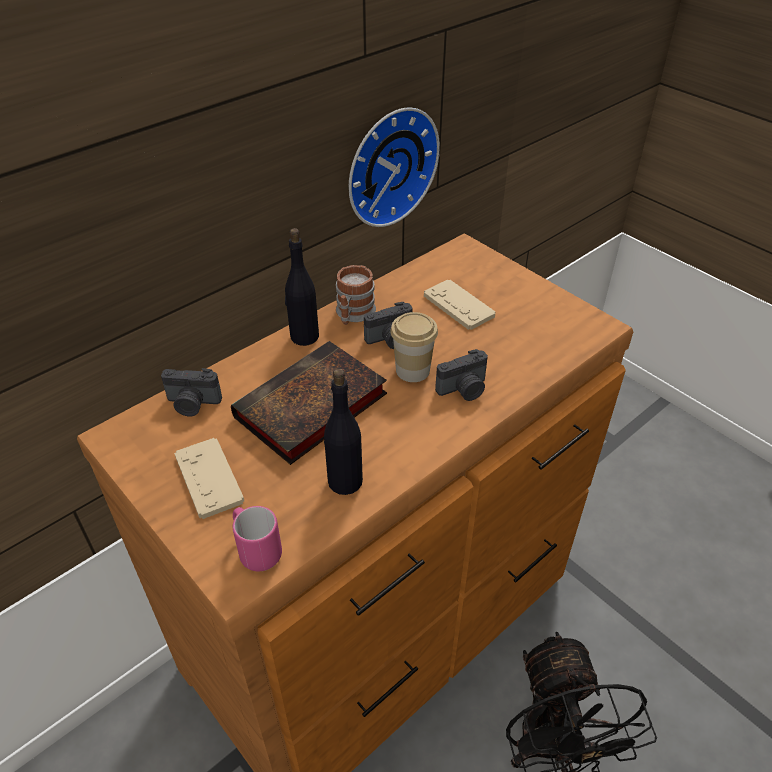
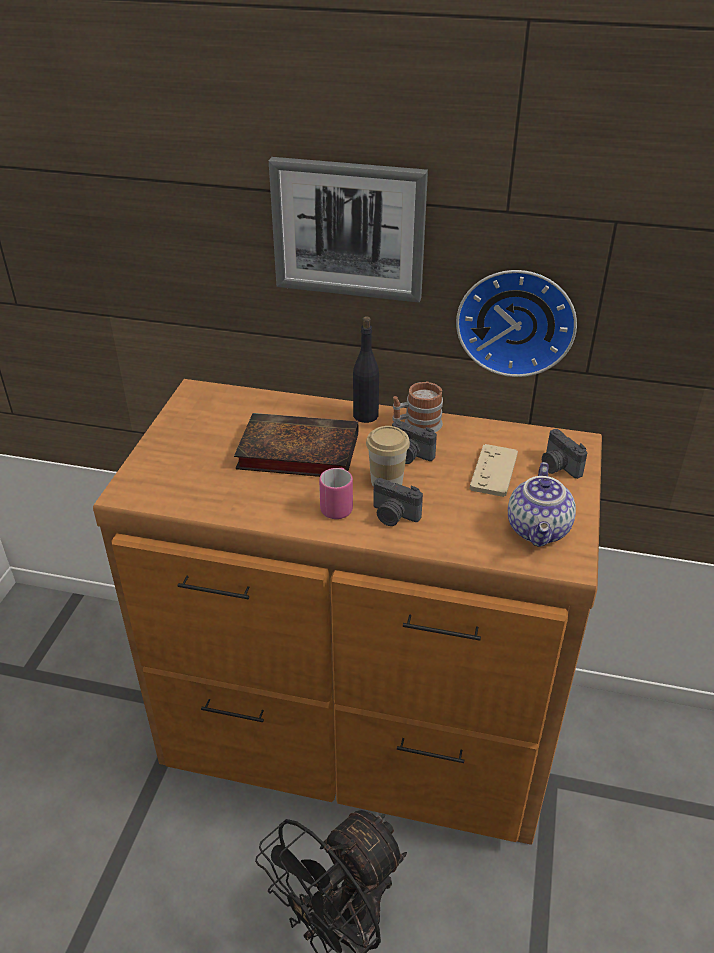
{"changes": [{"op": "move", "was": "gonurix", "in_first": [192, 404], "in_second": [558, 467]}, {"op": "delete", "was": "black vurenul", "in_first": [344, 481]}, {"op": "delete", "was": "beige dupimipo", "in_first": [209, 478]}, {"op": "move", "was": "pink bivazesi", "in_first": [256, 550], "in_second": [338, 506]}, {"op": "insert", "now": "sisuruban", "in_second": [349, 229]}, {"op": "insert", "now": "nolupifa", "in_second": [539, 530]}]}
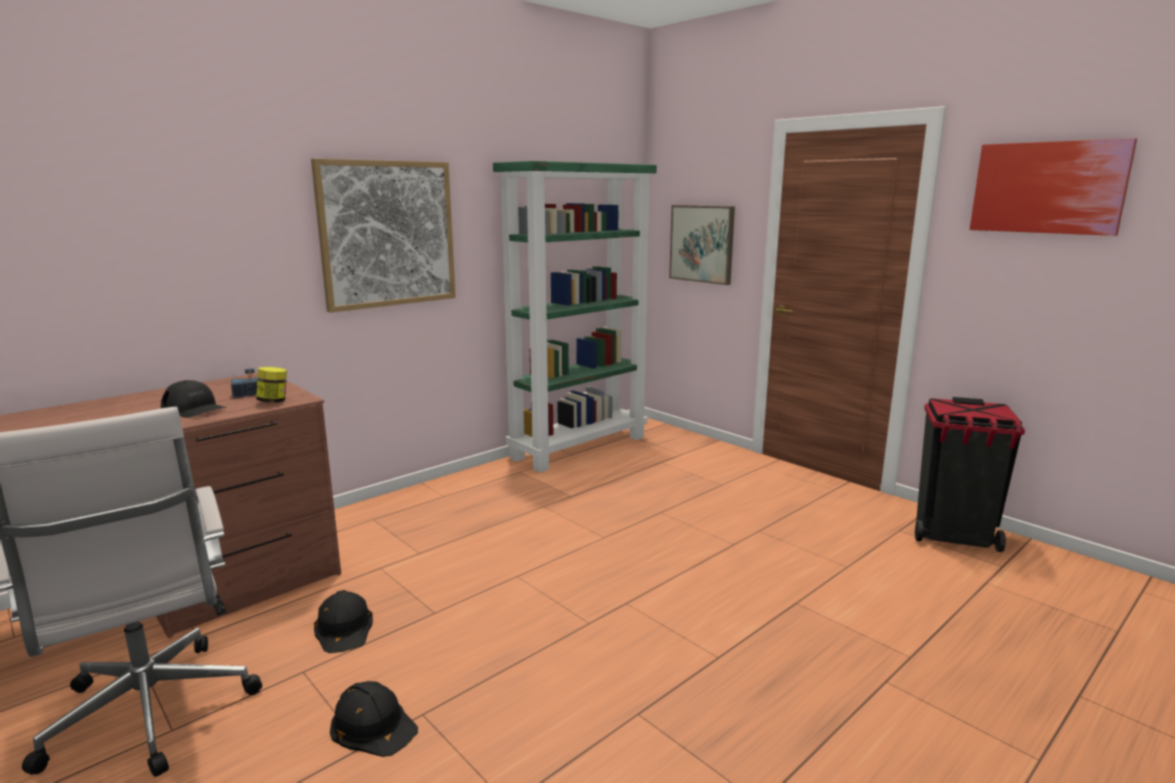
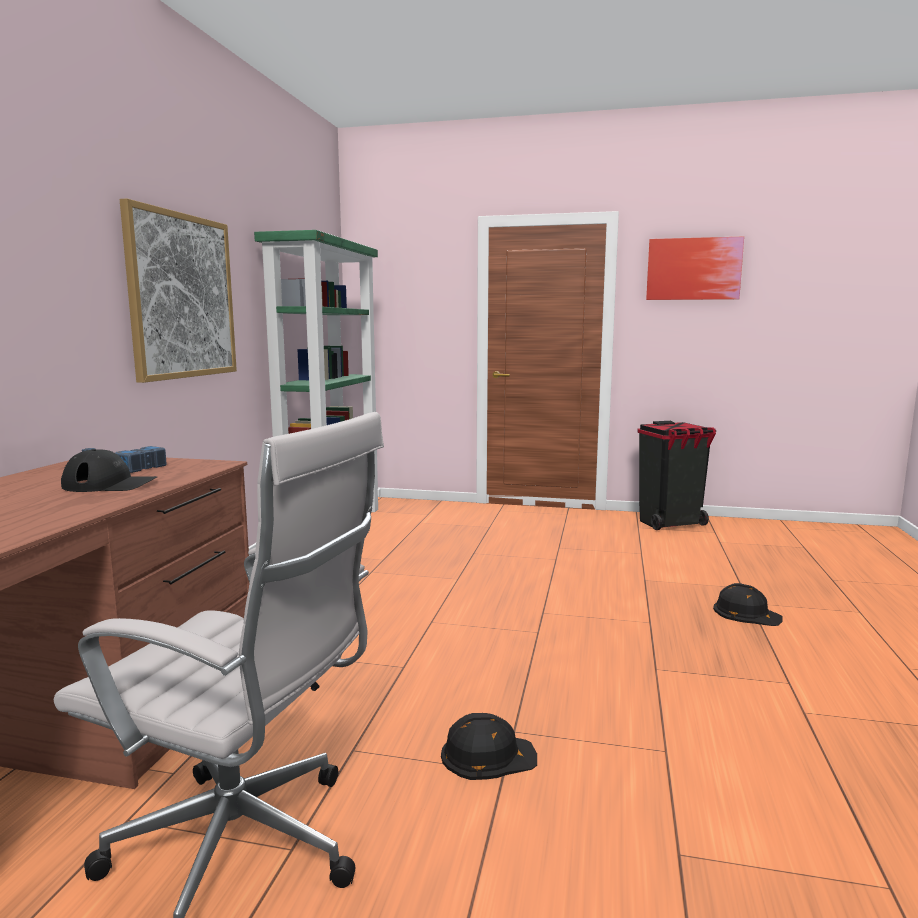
{"changes": [{"op": "delete", "was": "sisuruban", "in_first": [702, 244]}, {"op": "delete", "was": "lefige", "in_first": [273, 401]}, {"op": "move", "was": "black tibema", "in_first": [344, 628], "in_second": [746, 613]}]}
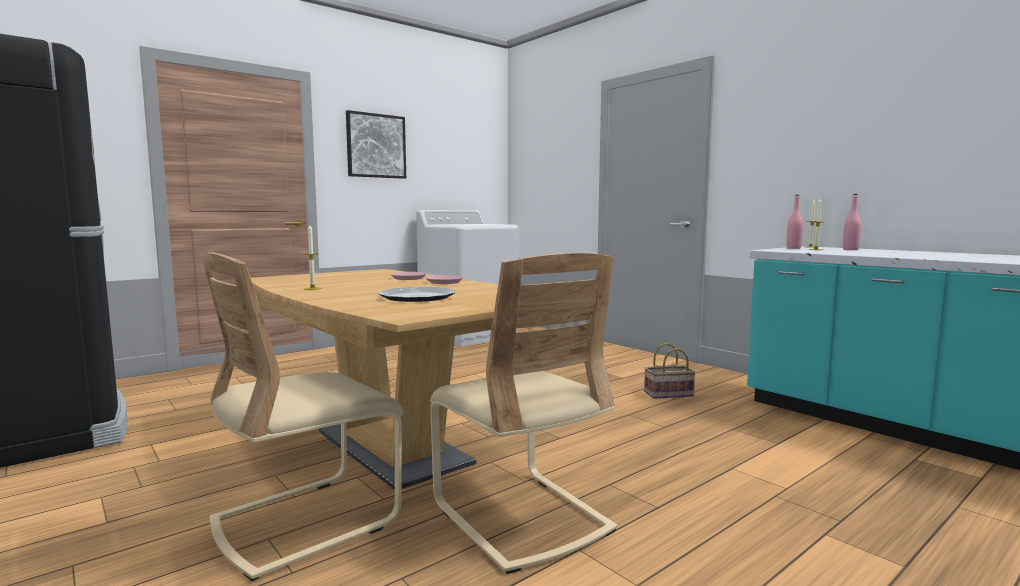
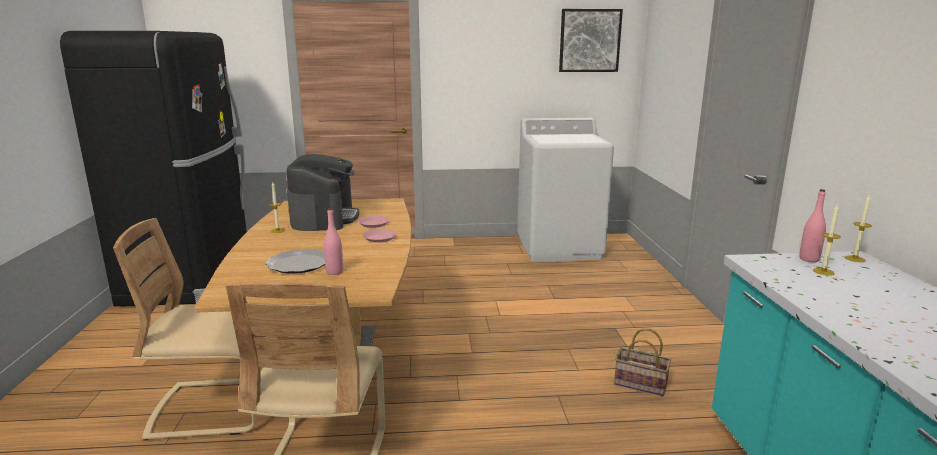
{"changes": [{"op": "move", "was": "sisuruban", "in_first": [376, 146], "in_second": [589, 40]}, {"op": "move", "was": "pink vurenul", "in_first": [850, 250], "in_second": [334, 272]}, {"op": "insert", "now": "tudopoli", "in_second": [324, 218]}]}
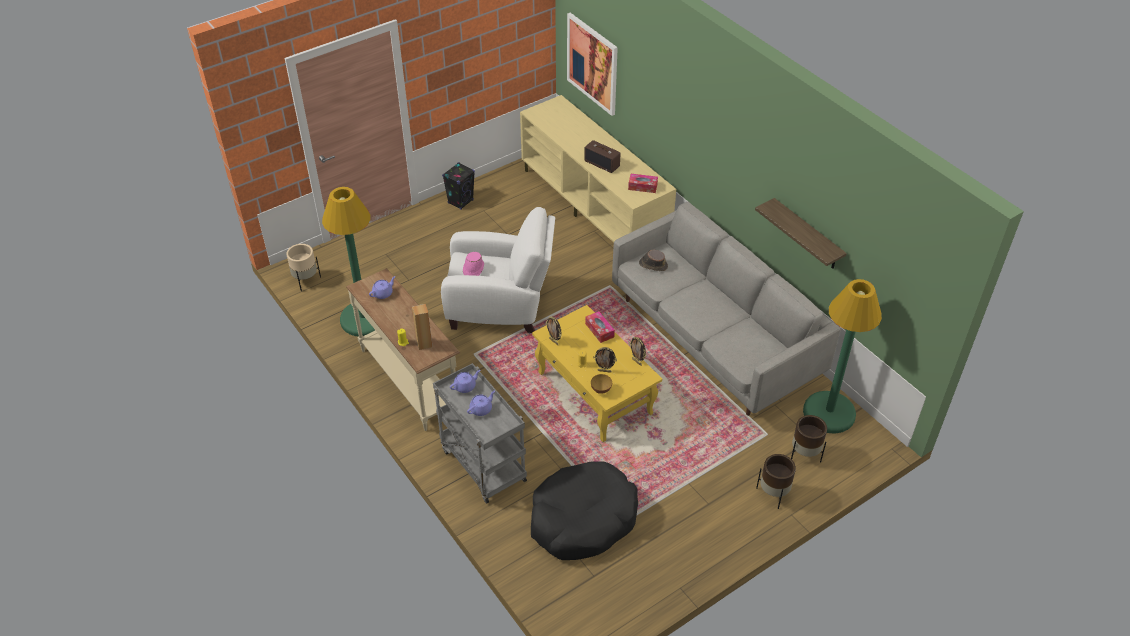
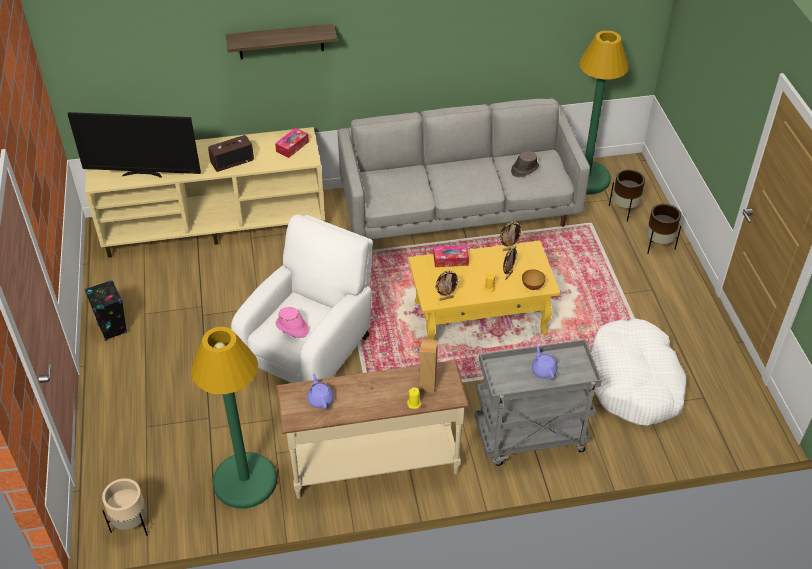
{"changes": [{"op": "delete", "was": "sisuruban", "in_first": [592, 63]}, {"op": "move", "was": "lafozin", "in_first": [807, 235], "in_second": [281, 41]}, {"op": "move", "was": "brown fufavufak", "in_first": [653, 265], "in_second": [524, 169]}, {"op": "delete", "was": "purple nolupifa", "in_first": [465, 386]}, {"op": "recolor", "was": "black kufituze", "now": "white kufituze", "in_first": [582, 519], "in_second": [634, 382]}, {"op": "insert", "now": "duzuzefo", "in_second": [143, 174]}]}
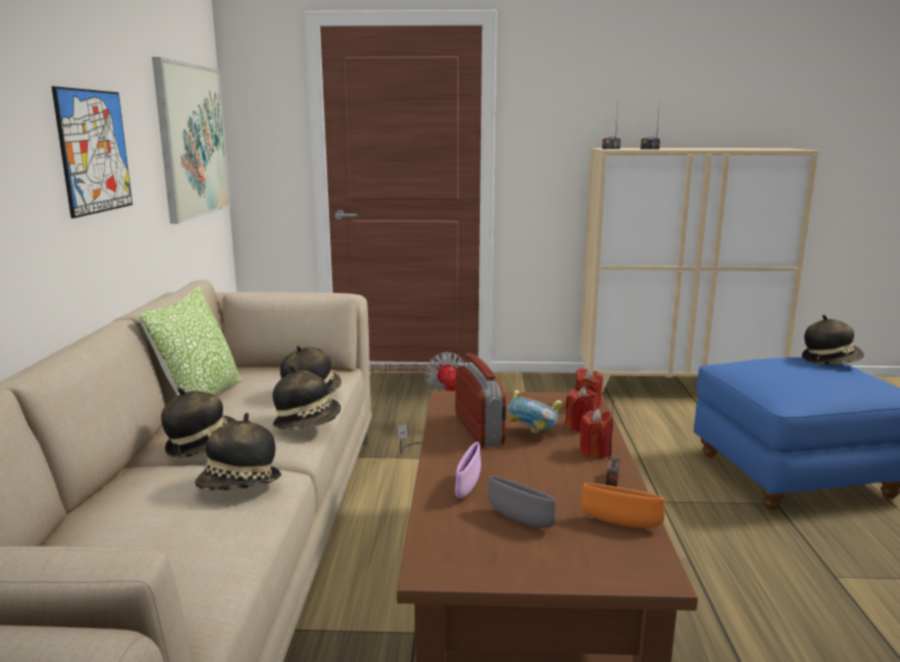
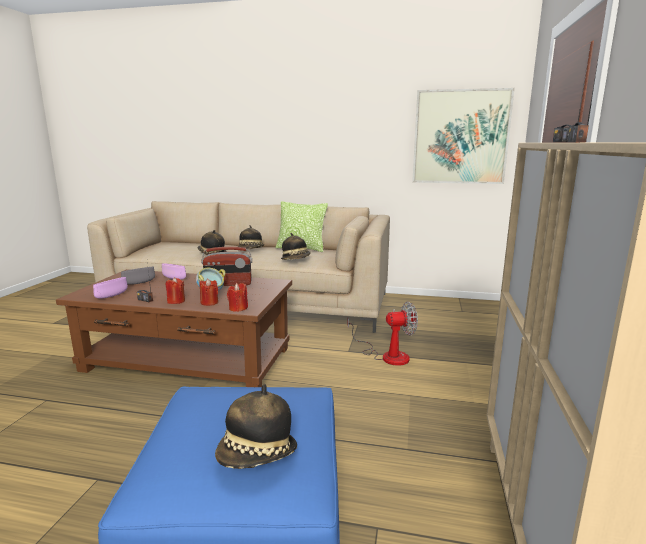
{"changes": [{"op": "delete", "was": "sisuruban", "in_first": [94, 151]}, {"op": "delete", "was": "fufavufak", "in_first": [308, 423]}, {"op": "recolor", "was": "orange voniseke", "now": "purple voniseke", "in_first": [620, 523], "in_second": [112, 296]}]}
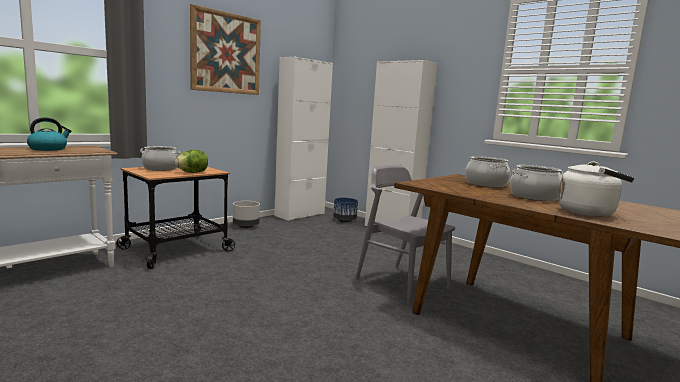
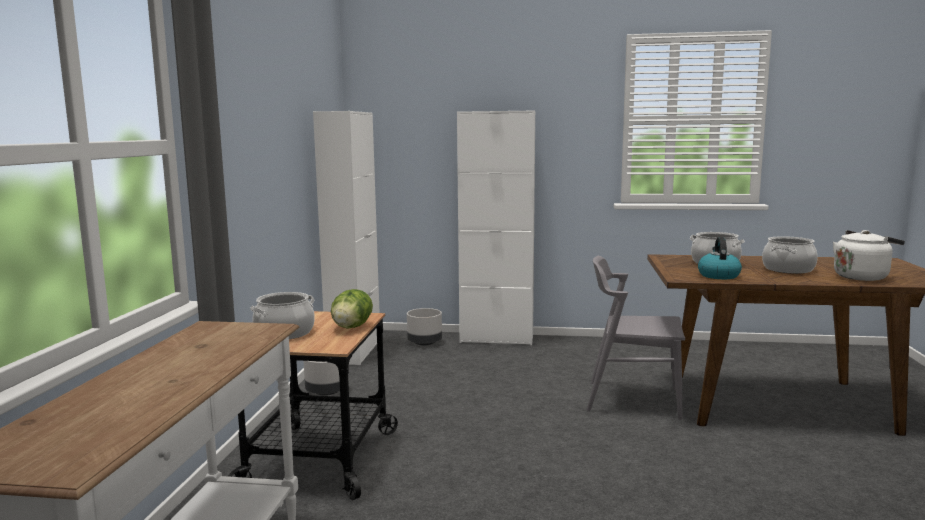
{"changes": [{"op": "delete", "was": "sisuruban", "in_first": [226, 53]}, {"op": "move", "was": "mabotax", "in_first": [48, 149], "in_second": [718, 275]}, {"op": "recolor", "was": "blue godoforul", "now": "grey godoforul", "in_first": [345, 221], "in_second": [425, 343]}]}
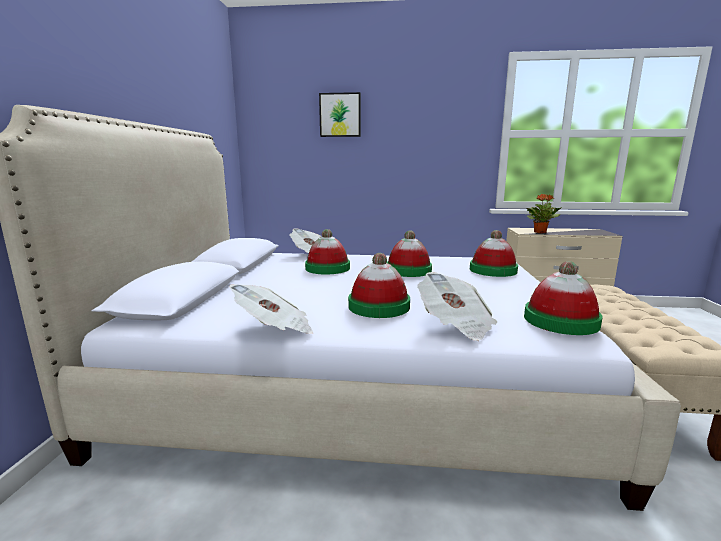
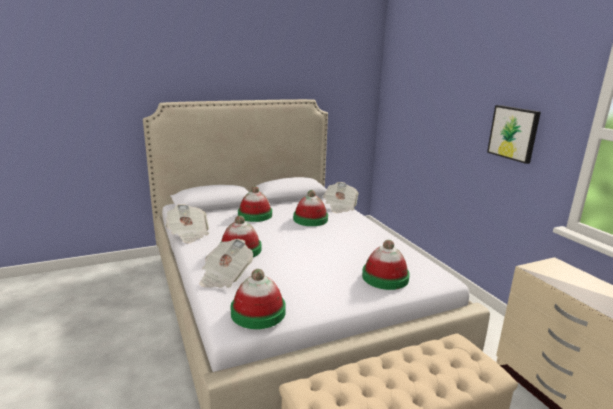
{"changes": [{"op": "move", "was": "sisuruban", "in_first": [340, 115], "in_second": [514, 133]}, {"op": "delete", "was": "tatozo", "in_first": [540, 232]}, {"op": "move", "was": "fufavufak", "in_first": [408, 270], "in_second": [255, 215]}]}
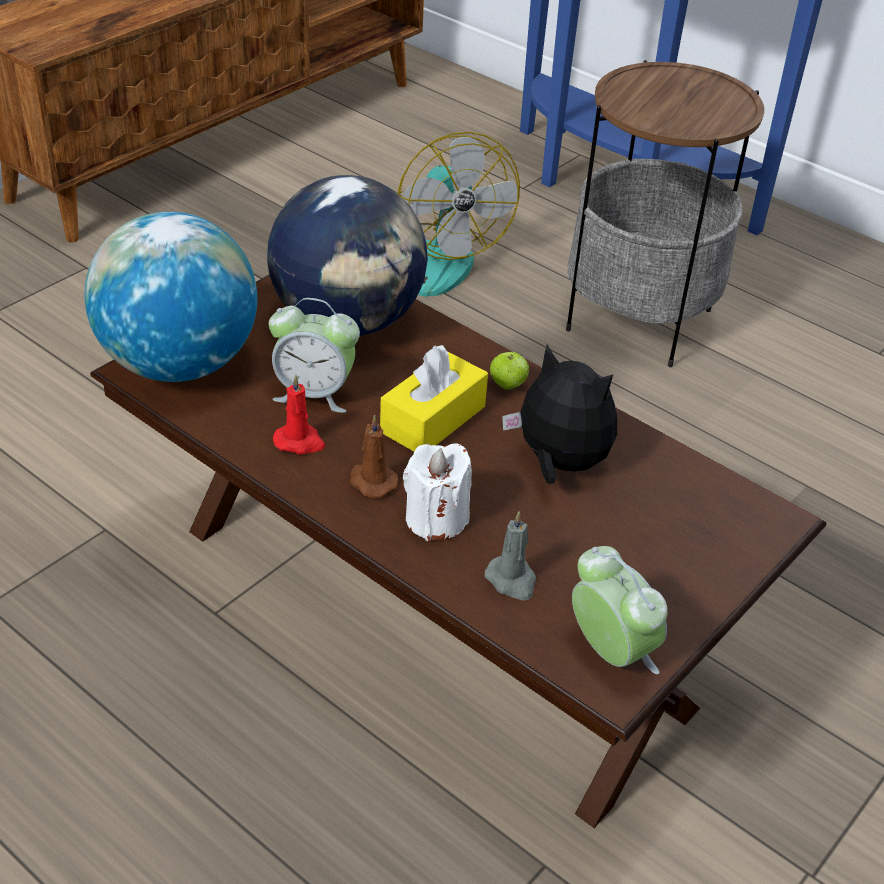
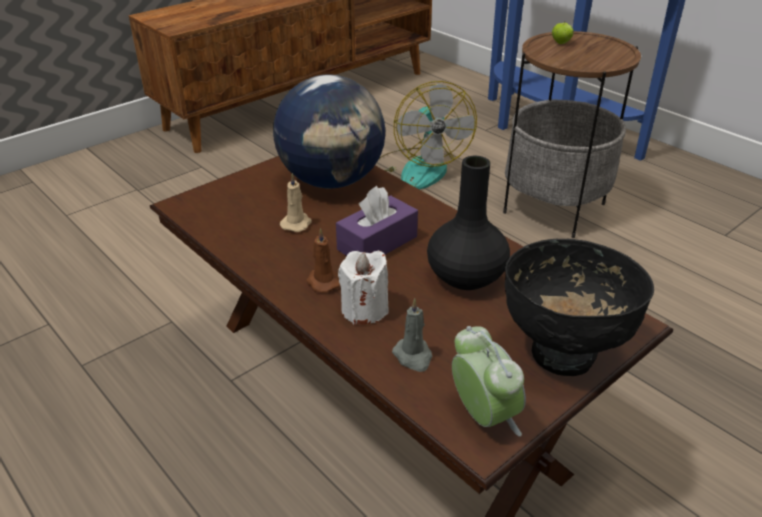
{"changes": [{"op": "delete", "was": "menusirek", "in_first": [178, 364]}, {"op": "replace", "was": "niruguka", "now": "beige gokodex", "in_first": [314, 393], "in_second": [297, 223]}, {"op": "replace", "was": "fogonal", "now": "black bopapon", "in_first": [558, 464], "in_second": [465, 277]}, {"op": "recolor", "was": "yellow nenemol", "now": "purple nenemol", "in_first": [433, 419], "in_second": [377, 243]}, {"op": "move", "was": "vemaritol", "in_first": [507, 385], "in_second": [561, 43]}, {"op": "delete", "was": "red gokodex", "in_first": [300, 442]}, {"op": "insert", "now": "black voniseke", "in_second": [563, 352]}]}
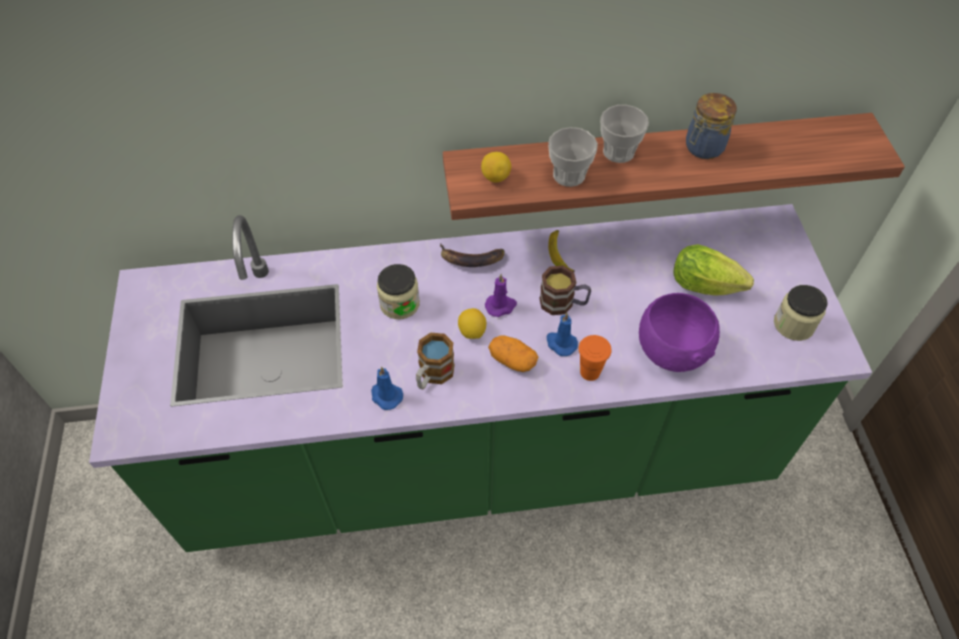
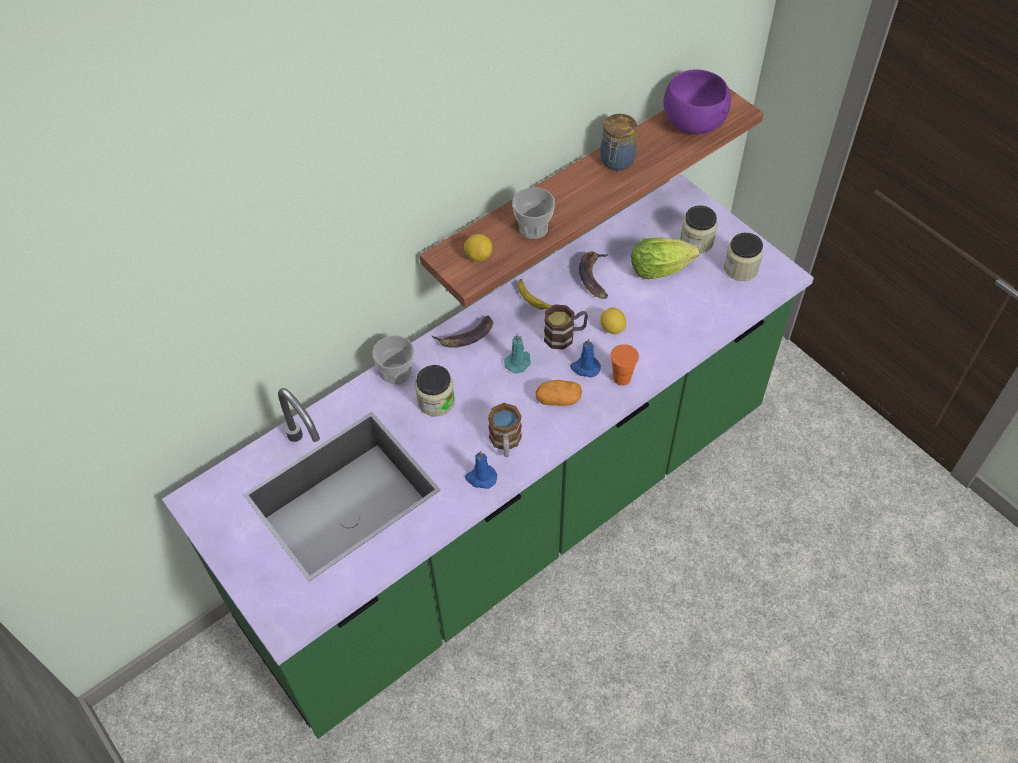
{"changes": [{"op": "move", "was": "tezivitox", "in_first": [618, 152], "in_second": [396, 373]}, {"op": "recolor", "was": "purple gokodex", "now": "turquoise gokodex", "in_first": [501, 306], "in_second": [518, 362]}, {"op": "move", "was": "purple voniseke", "in_first": [671, 350], "in_second": [692, 123]}, {"op": "move", "was": "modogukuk", "in_first": [472, 331], "in_second": [612, 328]}, {"op": "insert", "now": "lefige", "in_second": [696, 241]}, {"op": "insert", "now": "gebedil", "in_second": [594, 277]}]}
